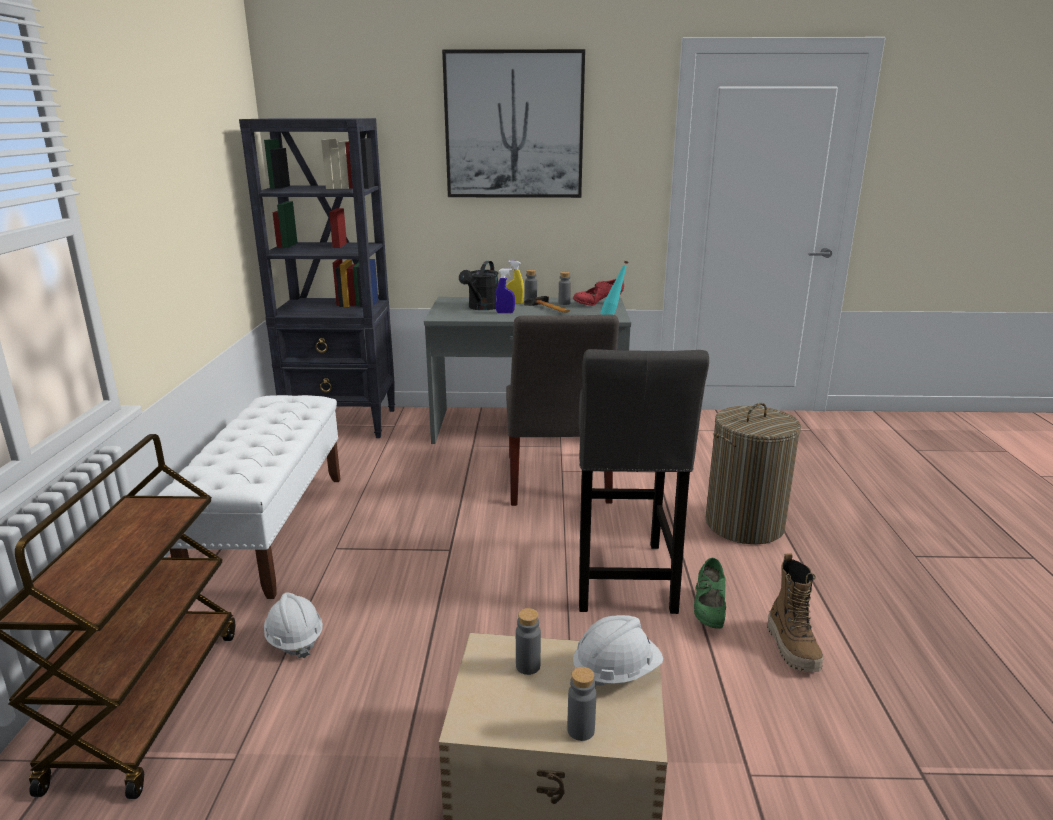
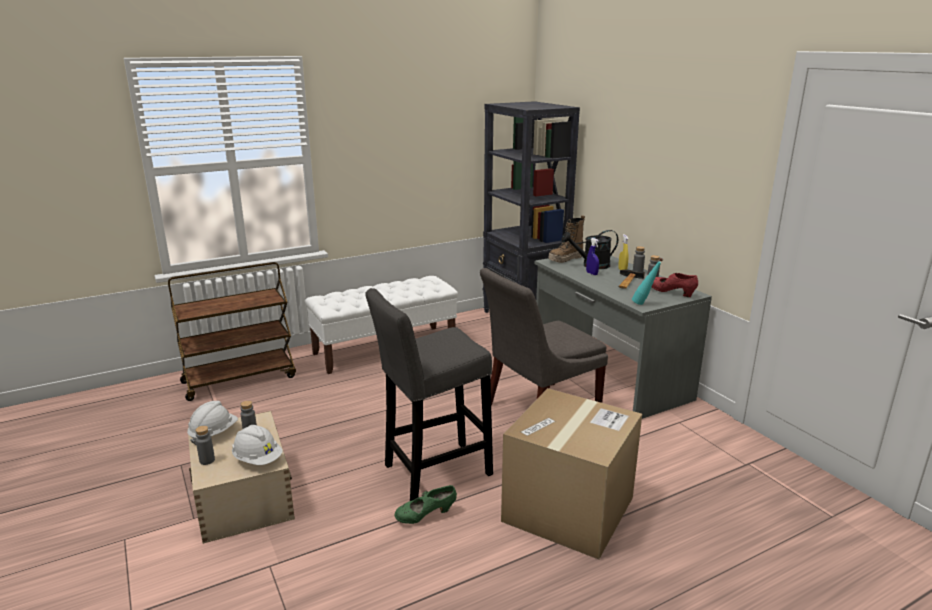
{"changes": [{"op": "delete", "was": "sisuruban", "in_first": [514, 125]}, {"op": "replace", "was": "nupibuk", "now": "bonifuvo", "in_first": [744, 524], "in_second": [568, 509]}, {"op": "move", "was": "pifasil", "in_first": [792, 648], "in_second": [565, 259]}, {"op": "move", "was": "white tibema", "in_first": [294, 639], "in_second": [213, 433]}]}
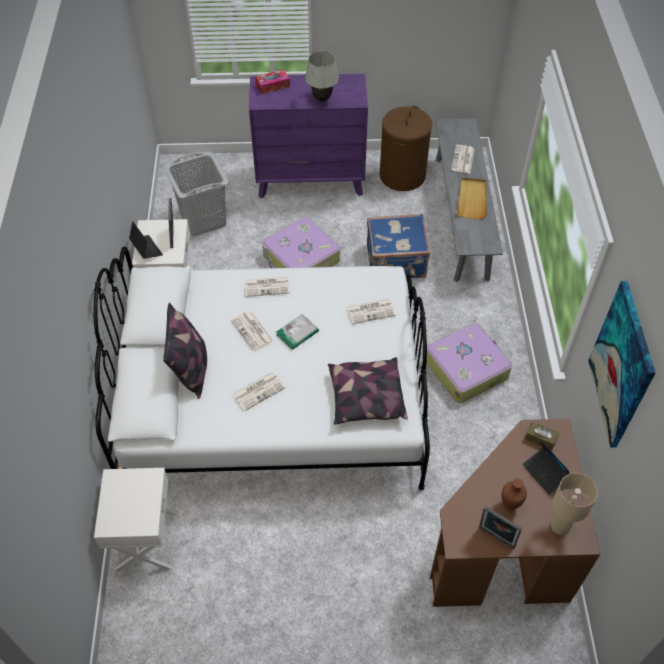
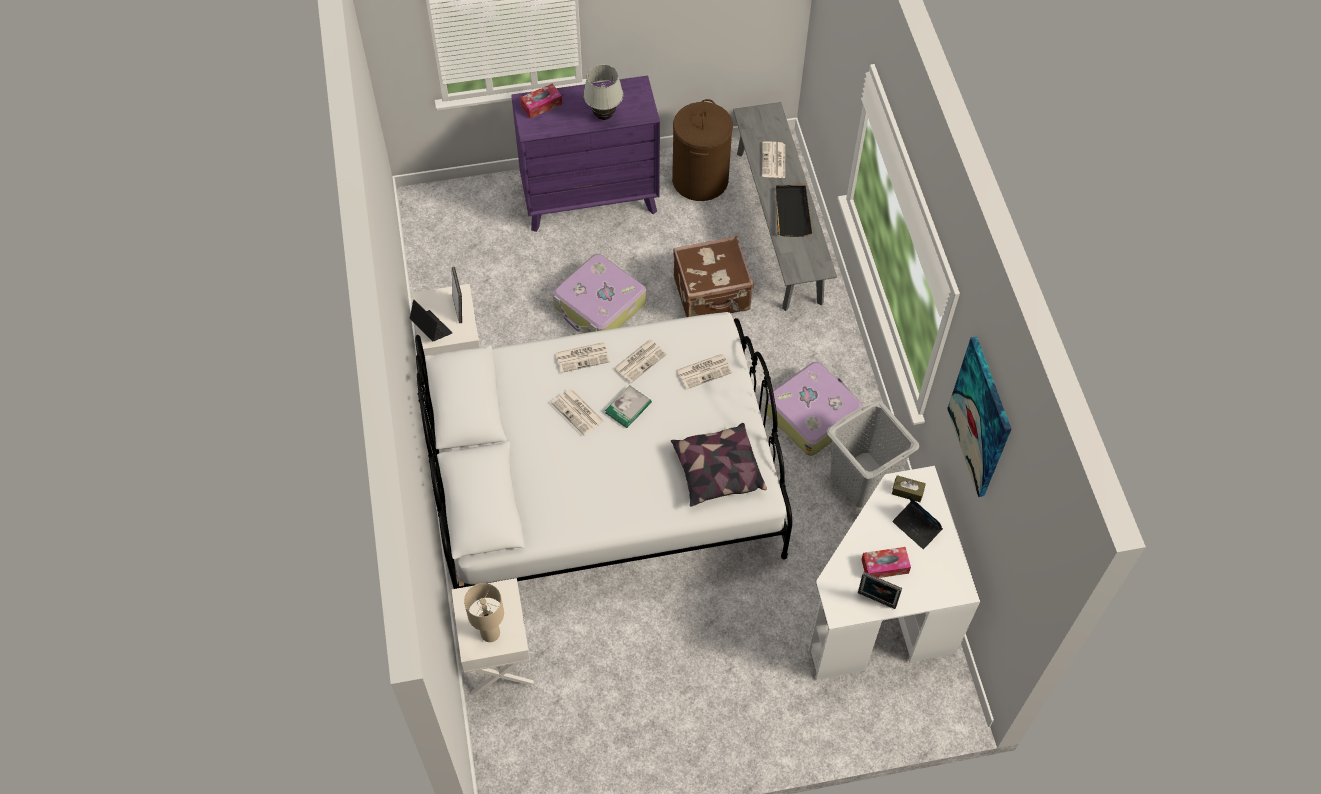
{"changes": [{"op": "move", "was": "grey nupibuk", "in_first": [203, 219], "in_second": [862, 479]}, {"op": "recolor", "was": "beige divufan", "now": "black divufan", "in_first": [472, 199], "in_second": [792, 212]}, {"op": "recolor", "was": "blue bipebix", "now": "brown bipebix", "in_first": [396, 262], "in_second": [712, 295]}, {"op": "delete", "was": "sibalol", "in_first": [191, 369]}, {"op": "move", "was": "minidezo", "in_first": [259, 390], "in_second": [640, 360]}, {"op": "recolor", "was": "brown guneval", "now": "white guneval", "in_first": [504, 547], "in_second": [880, 607]}, {"op": "move", "was": "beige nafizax", "in_first": [559, 526], "in_second": [489, 633]}, {"op": "replace", "was": "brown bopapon", "now": "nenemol", "in_first": [509, 505], "in_second": [885, 566]}]}
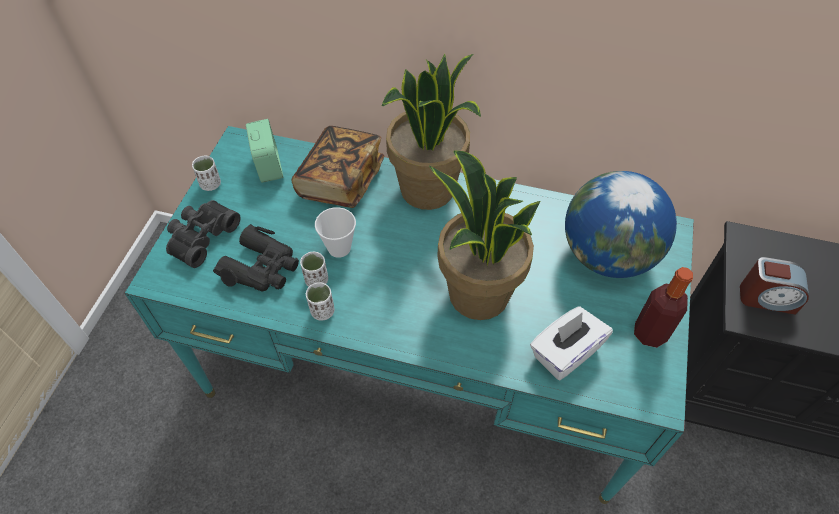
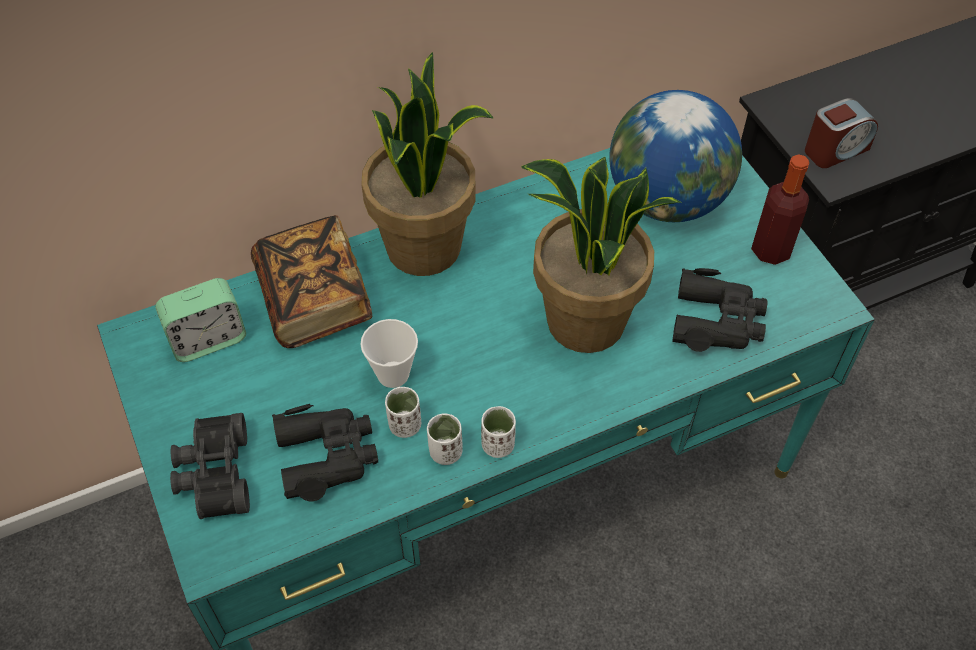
{"changes": [{"op": "rotate", "was": "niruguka", "in_first": [268, 166], "in_second": [208, 339], "clockwise": 120}, {"op": "move", "was": "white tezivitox", "in_first": [211, 184], "in_second": [498, 445]}, {"op": "replace", "was": "white nenemol", "now": "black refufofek", "in_first": [565, 352], "in_second": [717, 320]}]}
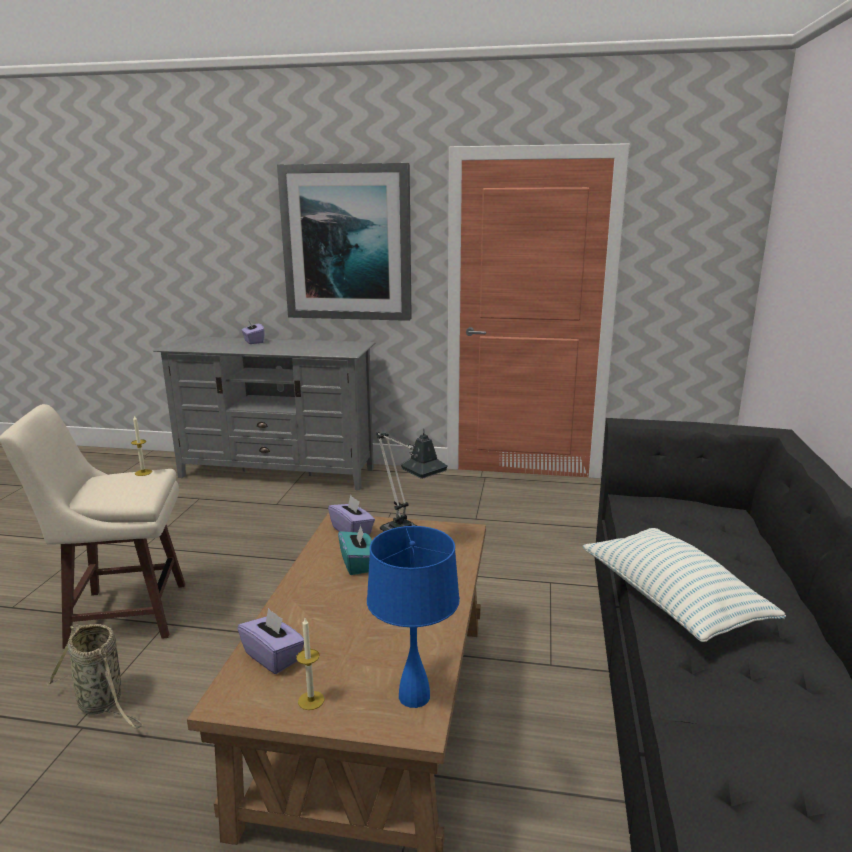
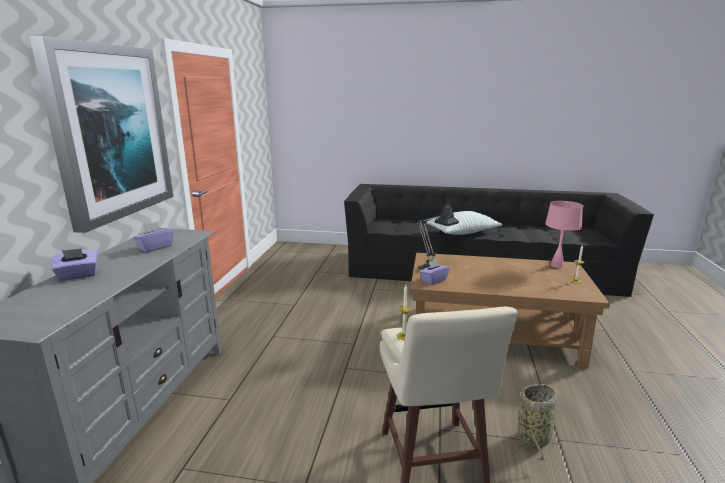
{"changes": [{"op": "delete", "was": "turquoise nenemol", "in_first": [358, 564]}, {"op": "recolor", "was": "blue nafizax", "now": "pink nafizax", "in_first": [414, 696], "in_second": [556, 265]}, {"op": "move", "was": "purple nenemol", "in_first": [273, 656], "in_second": [155, 247]}]}
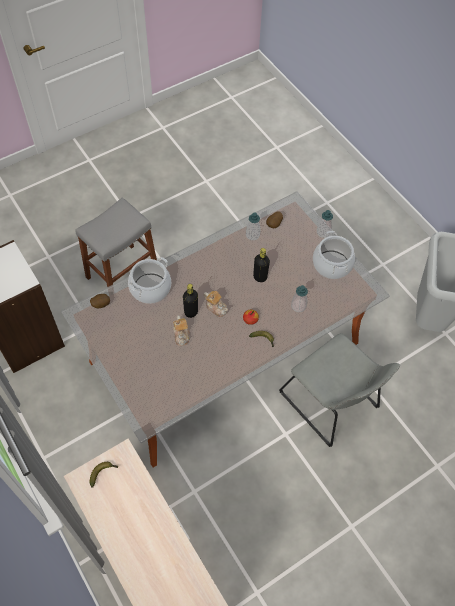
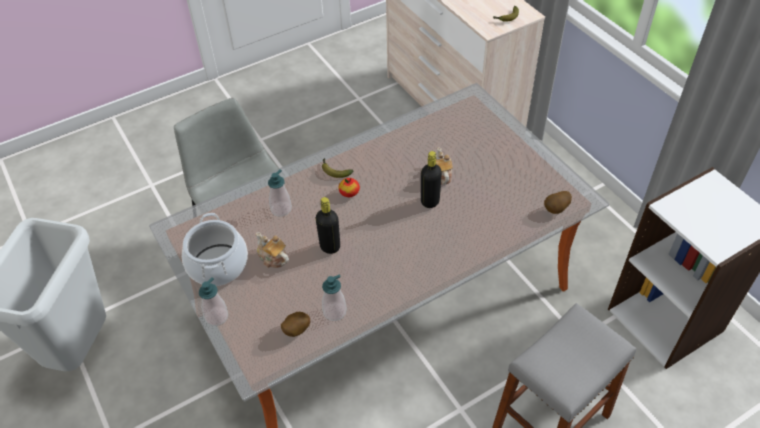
{"changes": [{"op": "delete", "was": "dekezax", "in_first": [150, 288]}, {"op": "move", "was": "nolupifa", "in_first": [216, 307], "in_second": [273, 258]}]}
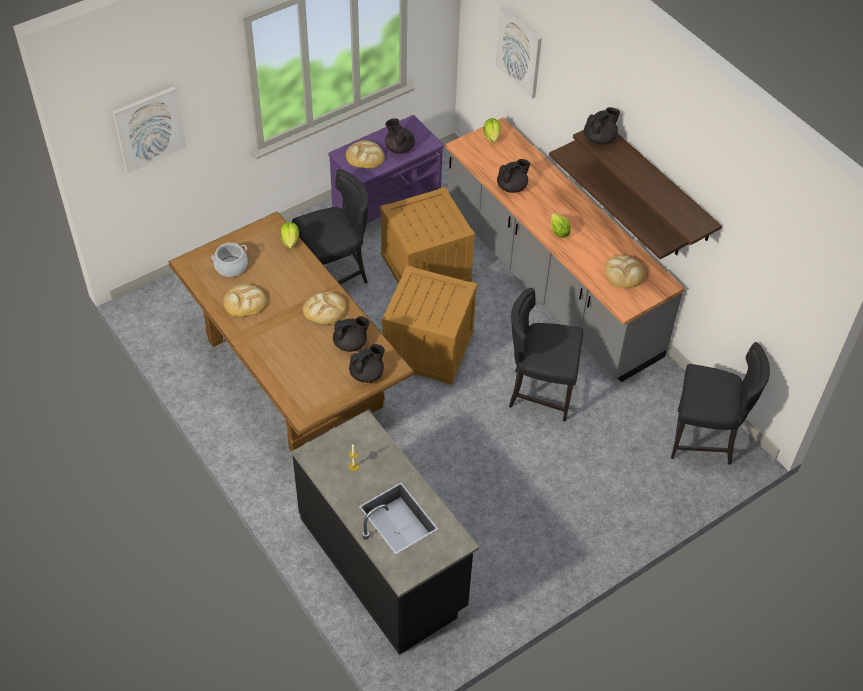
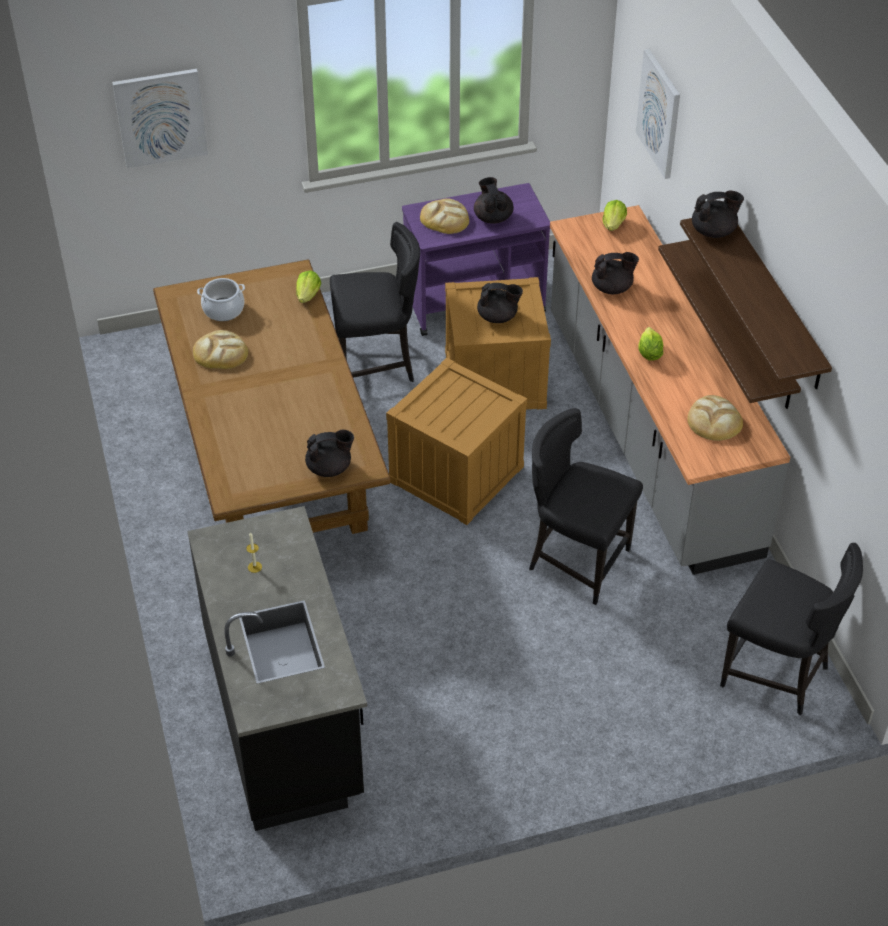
{"changes": [{"op": "delete", "was": "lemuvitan", "in_first": [325, 310]}, {"op": "move", "was": "black nolupifa", "in_first": [351, 343], "in_second": [498, 317]}]}
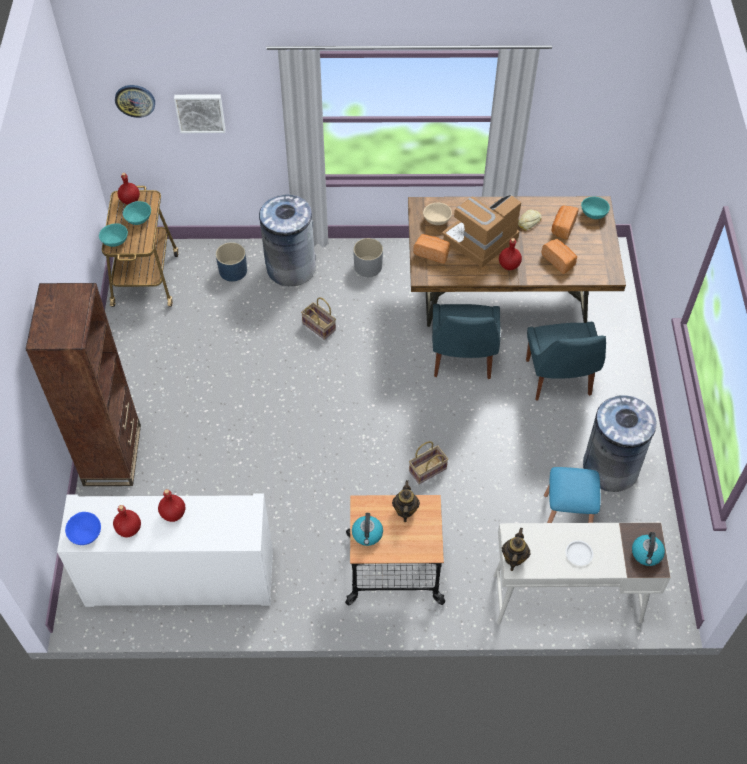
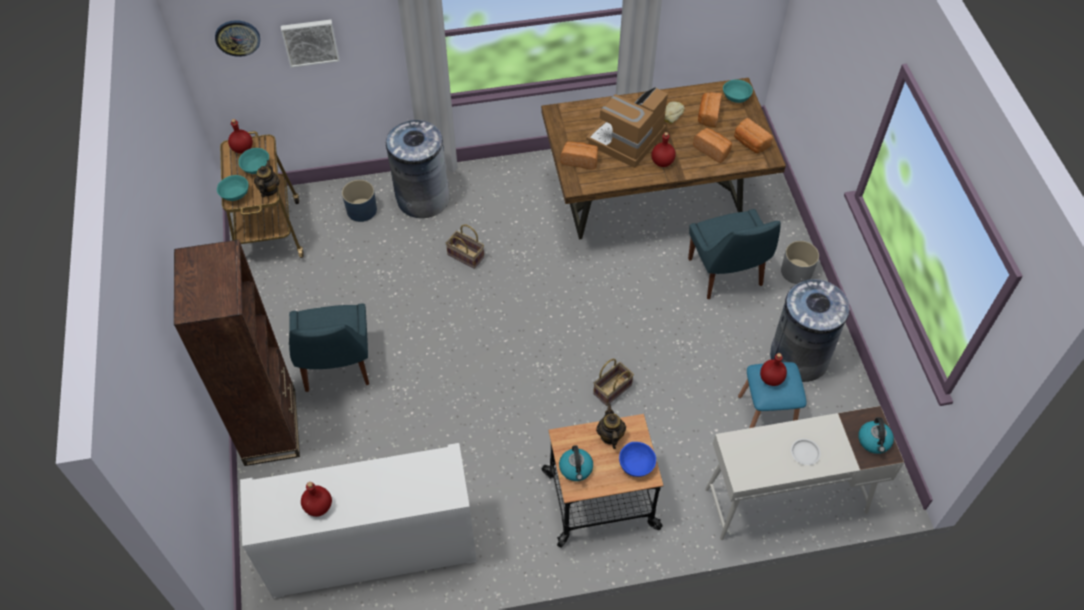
{"changes": [{"op": "delete", "was": "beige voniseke", "in_first": [437, 220]}, {"op": "move", "was": "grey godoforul", "in_first": [368, 266], "in_second": [796, 271]}, {"op": "move", "was": "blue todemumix", "in_first": [462, 360], "in_second": [336, 367]}, {"op": "move", "was": "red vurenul", "in_first": [173, 513], "in_second": [770, 378]}, {"op": "move", "was": "blue voniseke", "in_first": [85, 534], "in_second": [635, 465]}, {"op": "move", "was": "nolupifa", "in_first": [514, 557], "in_second": [269, 190]}, {"op": "insert", "now": "lemuvitan", "in_second": [750, 143]}]}
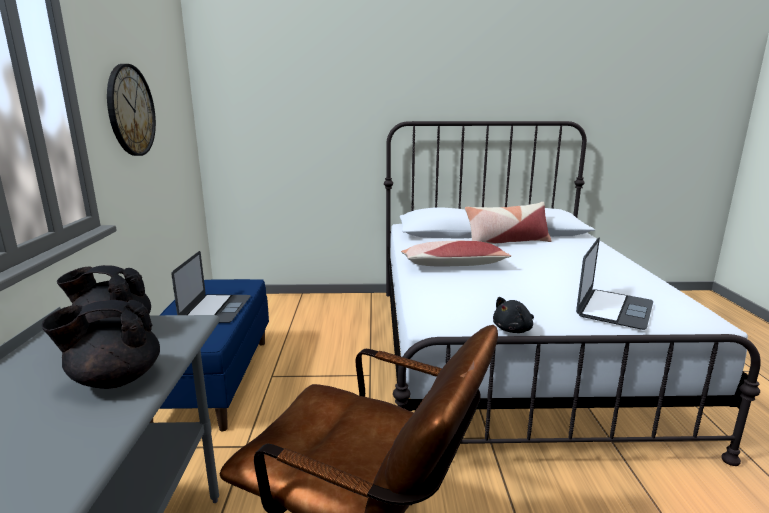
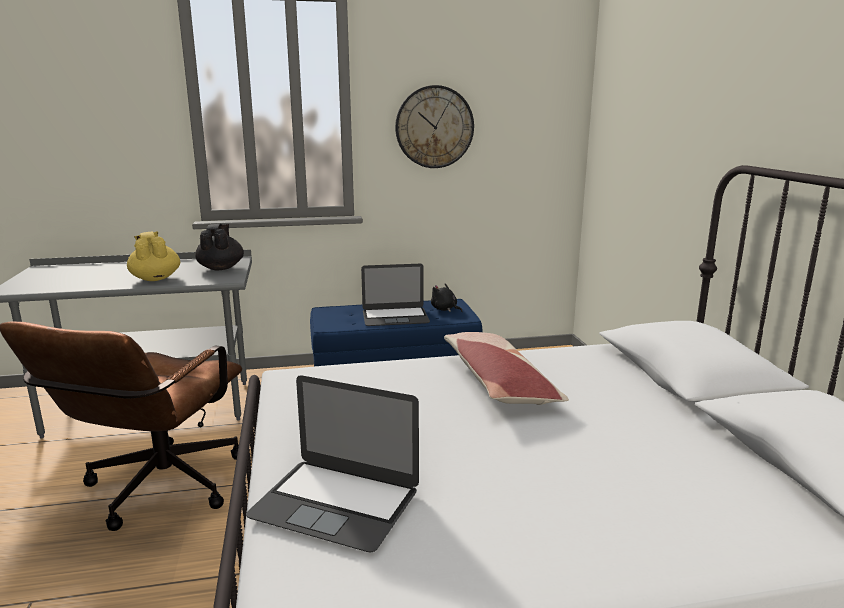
{"changes": [{"op": "delete", "was": "sibalol", "in_first": [507, 242]}, {"op": "move", "was": "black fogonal", "in_first": [513, 330], "in_second": [445, 309]}, {"op": "recolor", "was": "black nolupifa", "now": "yellow nolupifa", "in_first": [115, 379], "in_second": [155, 278]}]}
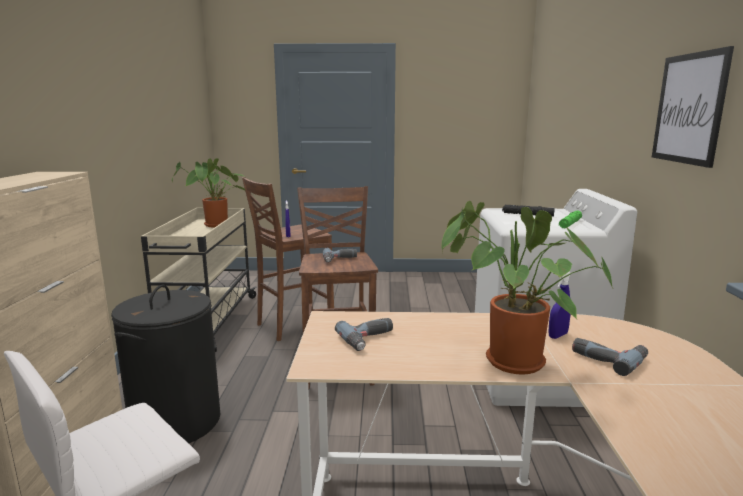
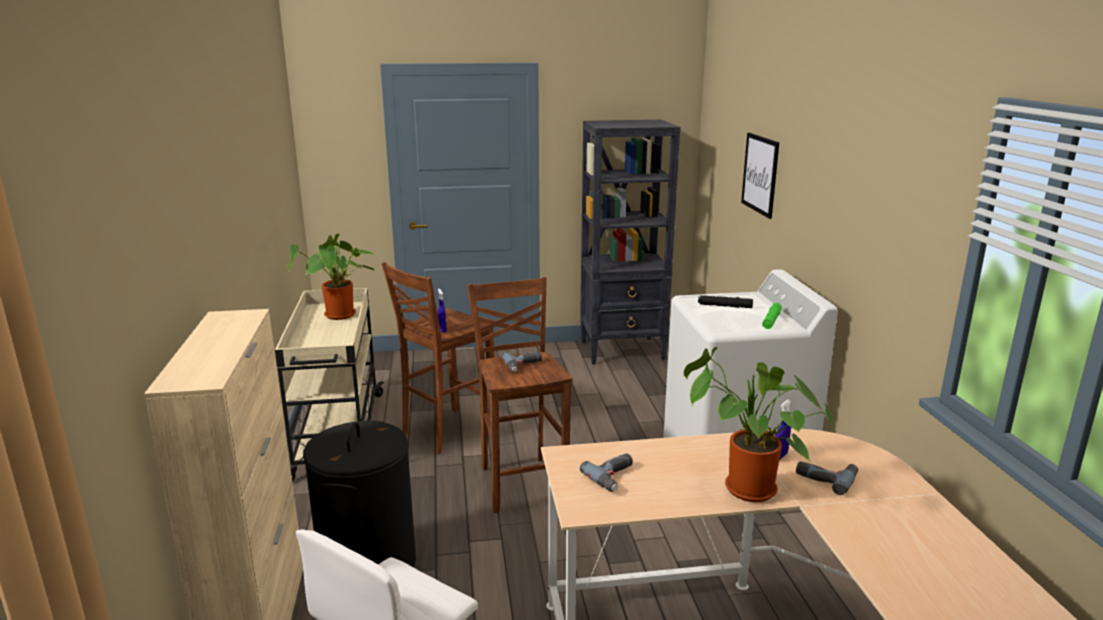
{"changes": [{"op": "move", "was": "sisuruban", "in_first": [689, 108], "in_second": [760, 174]}, {"op": "insert", "now": "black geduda", "in_second": [623, 351]}]}
